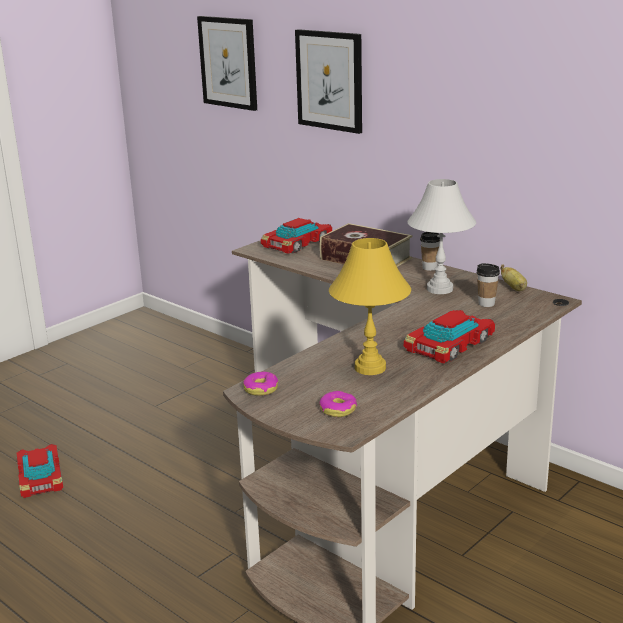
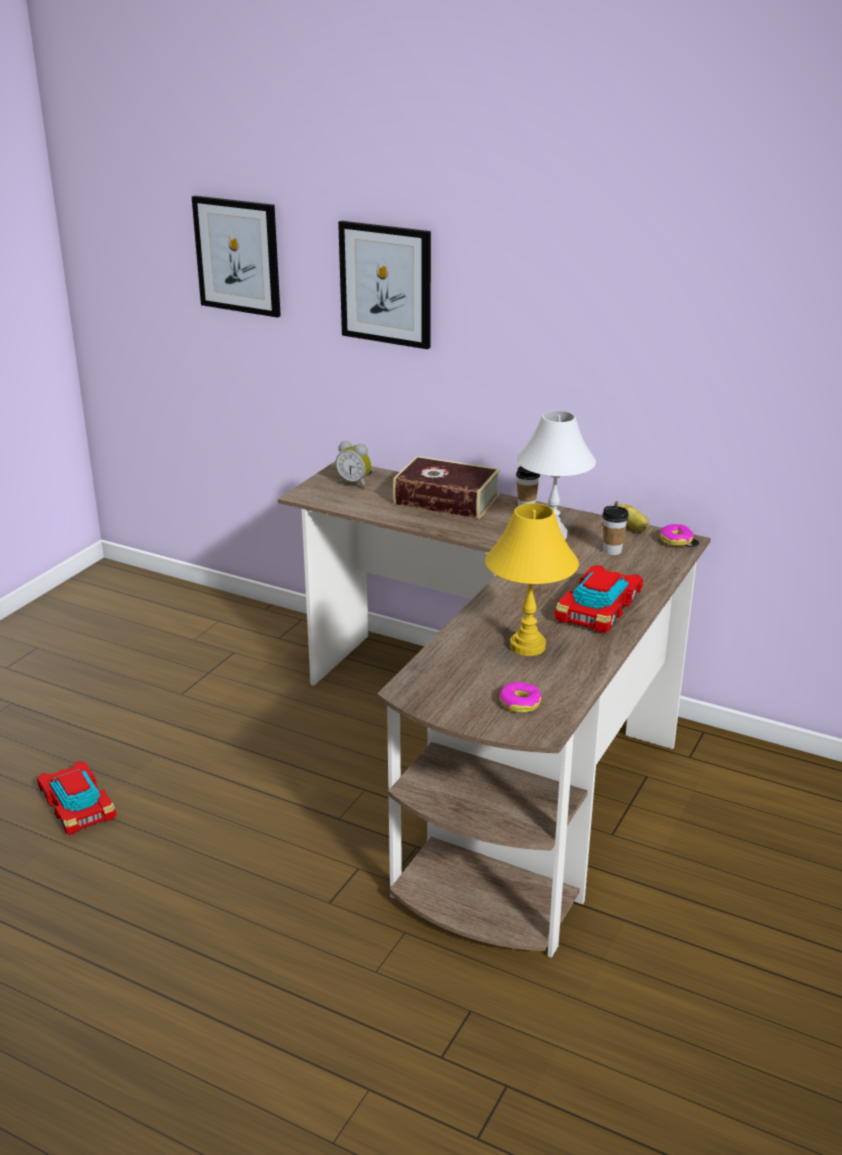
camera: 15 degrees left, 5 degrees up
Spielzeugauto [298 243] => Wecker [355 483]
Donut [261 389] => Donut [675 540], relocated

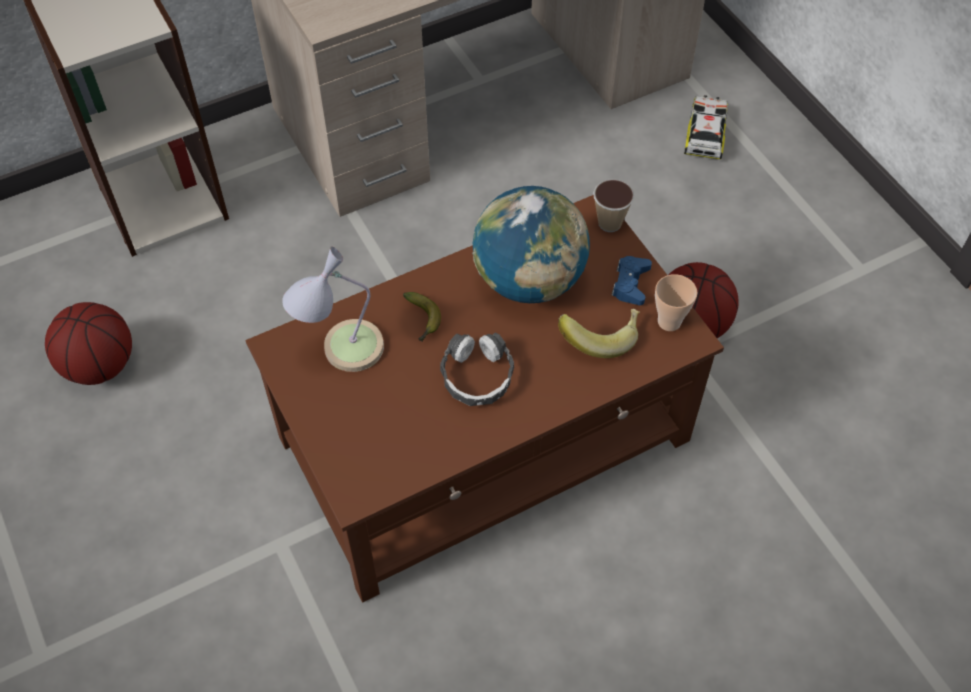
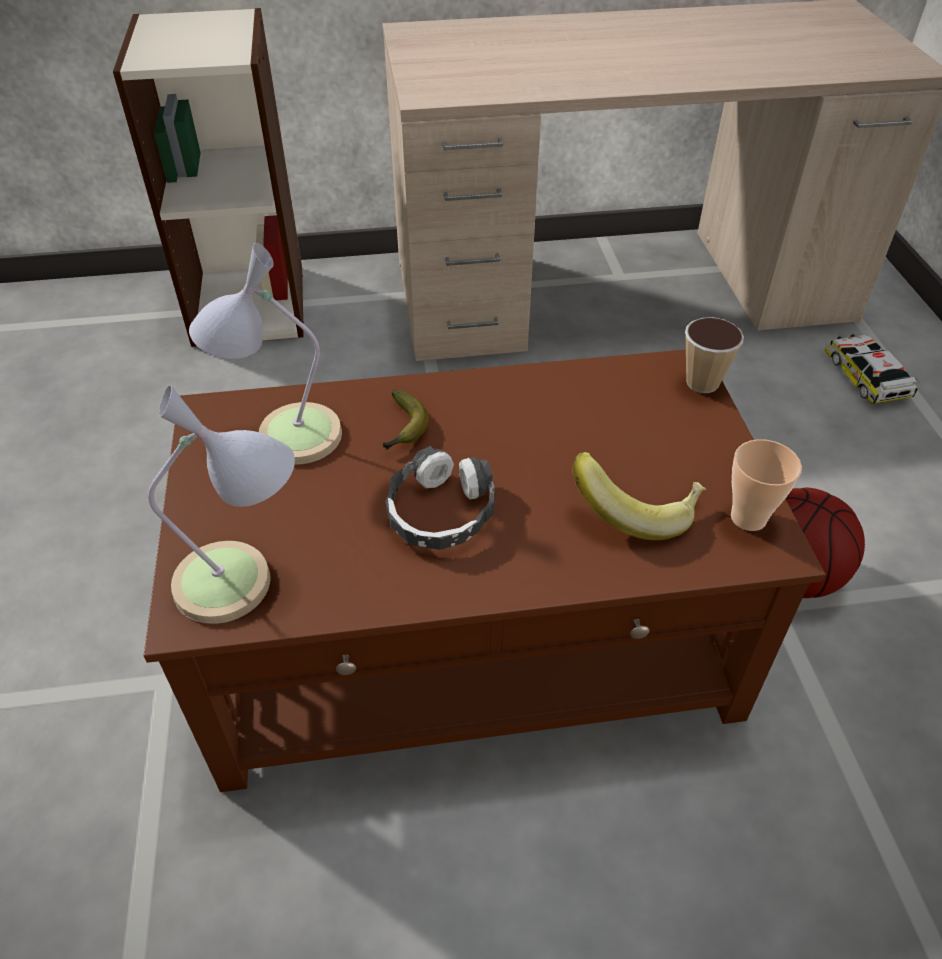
camera: 20 degrees right, 10 degrees down
nothing => Tischlampe [245 579]
Spielzeugauto [705 133] => Spielzeugauto [865 376], 45 degrees counterclockwise
Basketball [99 365] => nothing
Globus [529 280] => nothing
Gamepad (blau) [630 284] => nothing

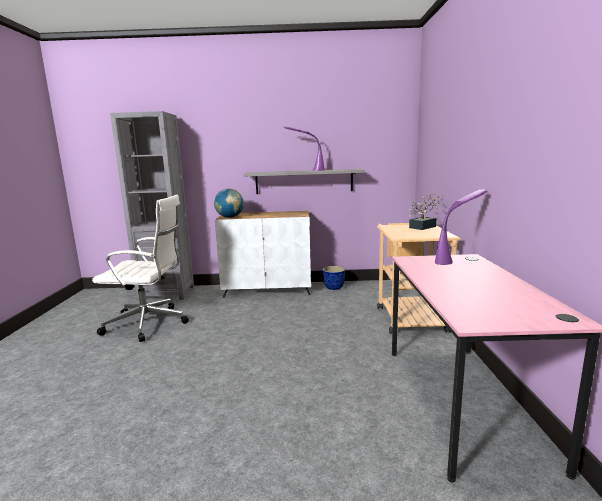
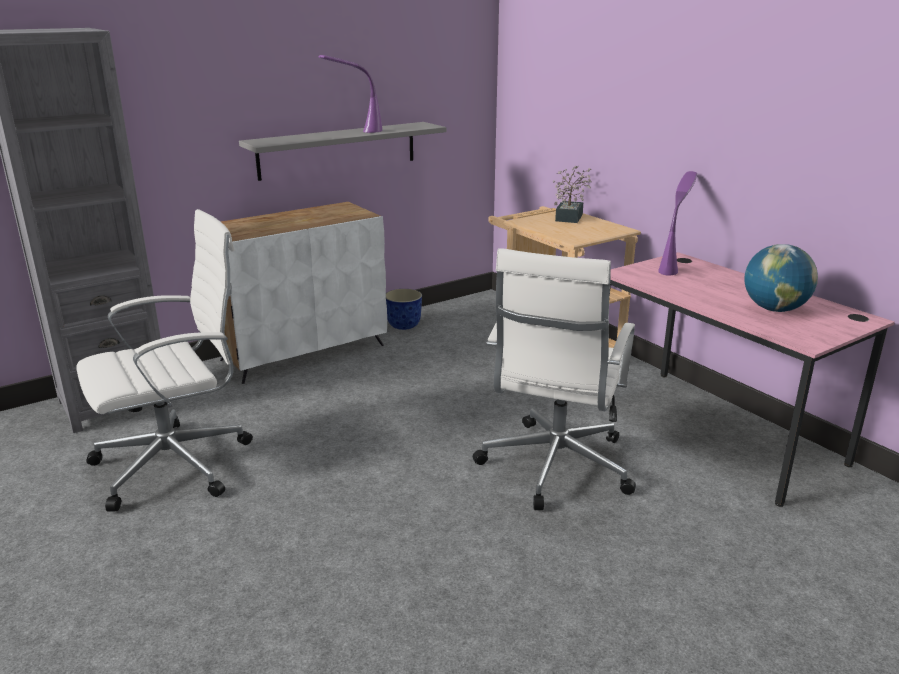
camera: 35 degrees left, 10 degrees up
nothing => Bürostuhl (weiß) [554 467]
Globus [230 217] => Globus [774 309], relocated

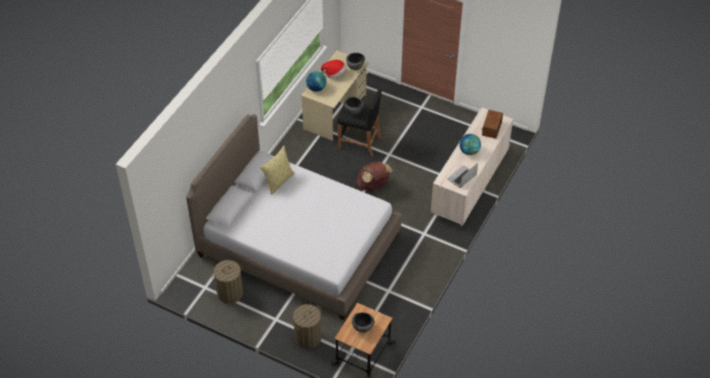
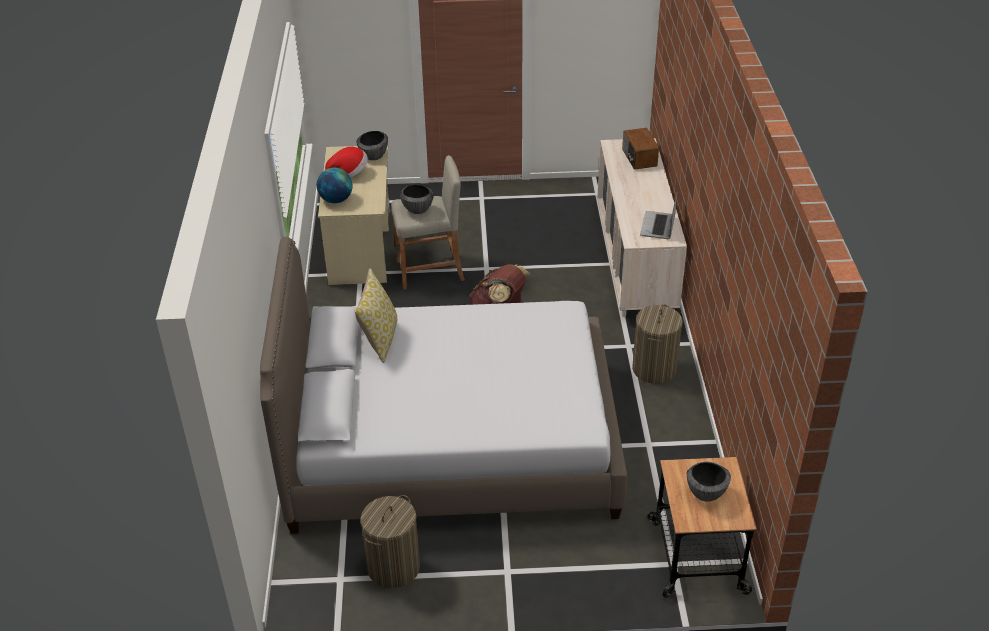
camera: 30 degrees left, 10 degrees down
Hocker (schwarz) [359 143] => Hocker (beige) [430 271]
Wäschekorb [308 337] => Wäschekorb [654 369], relocated
Globus [469 151] => nothing

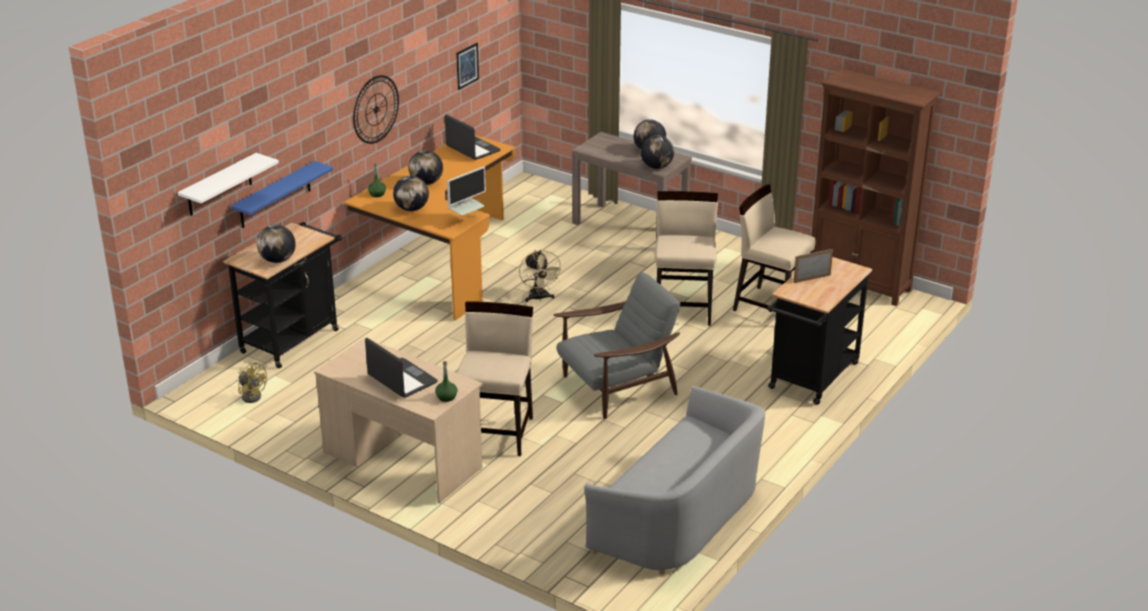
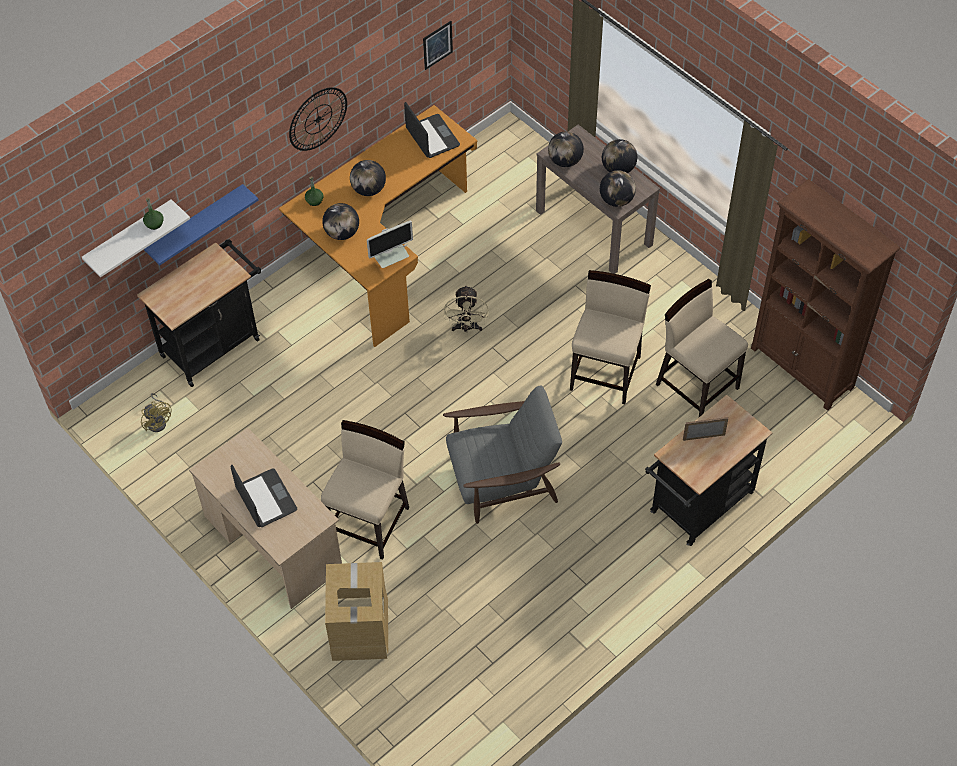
camera: 15 degrees right, 25 degrees up
Flasche (grün) [446 397] => Flasche (grün) [154 223], relocated
nothing => Karton [359 628]
Globus [277 260] => Globus [565 161], relocated
Sofa (grau) [680 516] => nothing

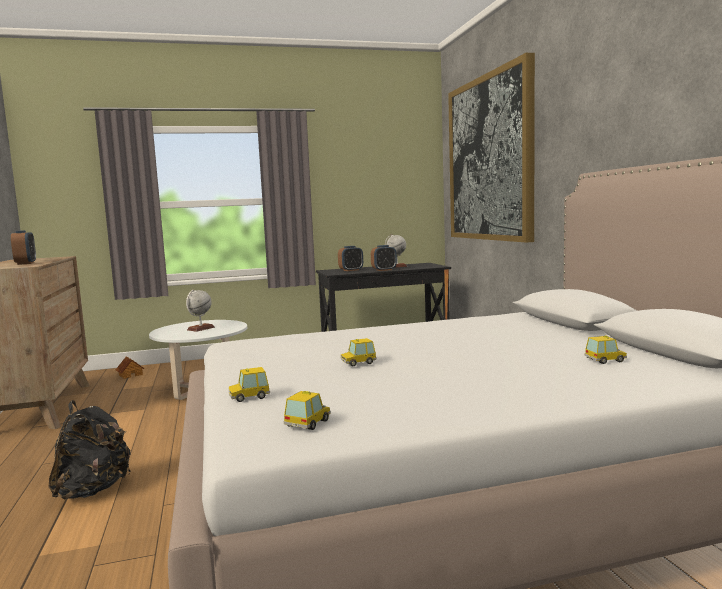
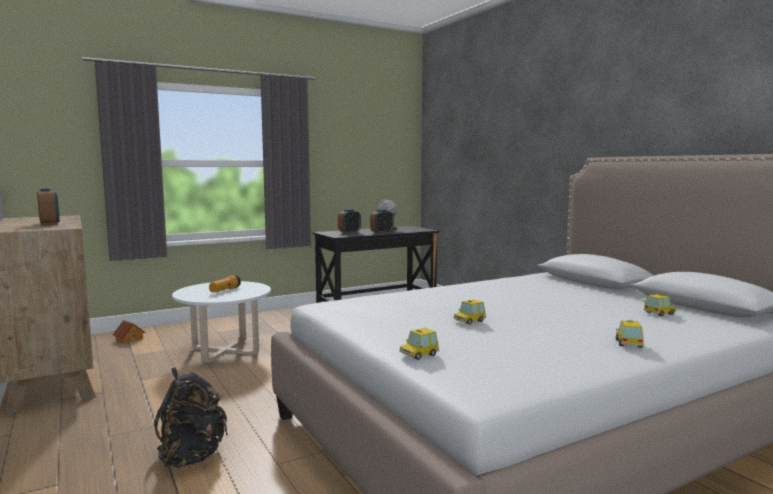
camera: 15 degrees left, 0 degrees up
Globus [201 328] => Taschenlampe [225 290]
Spielzeugauto [308 423] => Spielzeugauto [629 343], relocated
Bild [490 159] => nothing

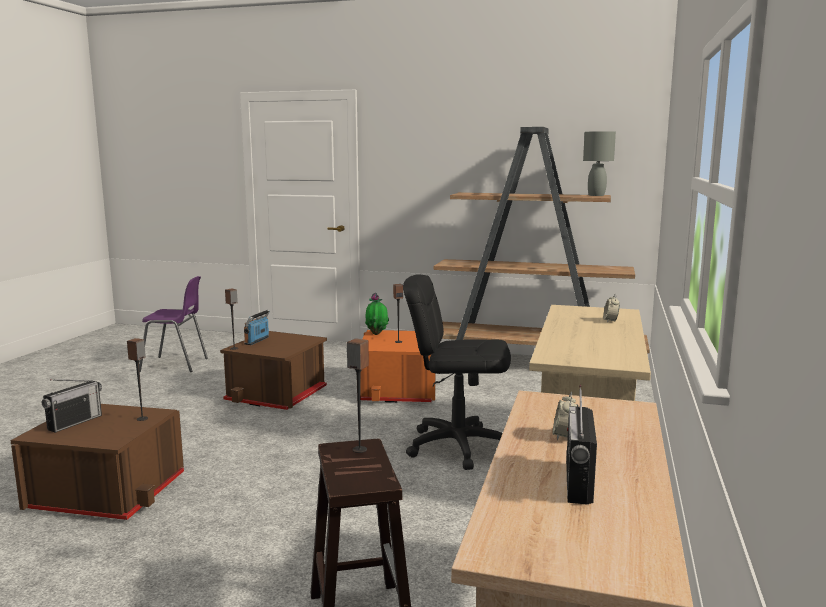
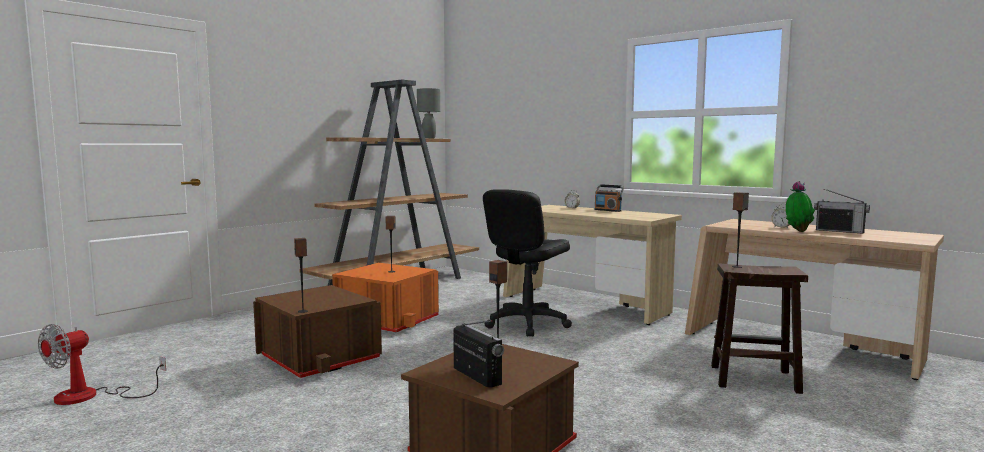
camera: 65 degrees left, 5 degrees down
Stuhl (lila) [176 365] => Ventilator [90 396]
Radio [257 341] => Radio [608 210], relocated
Topfpflanze [377 334] => Topfpflanze [797 231], relocated

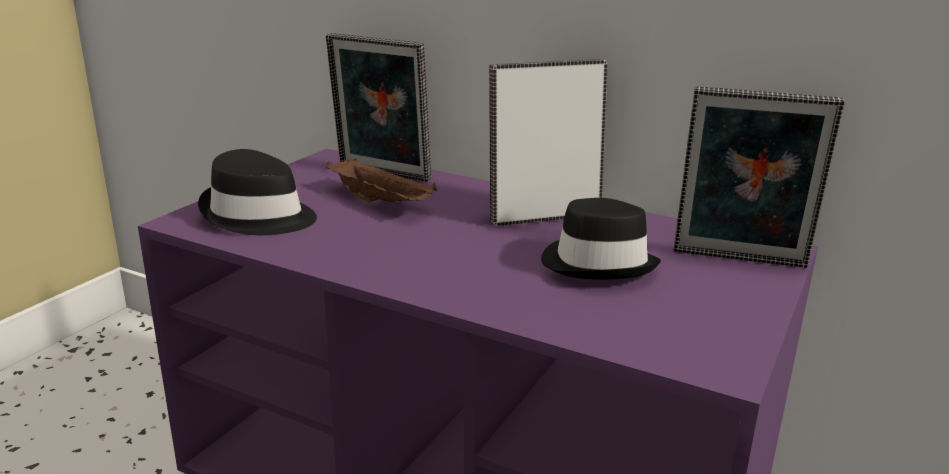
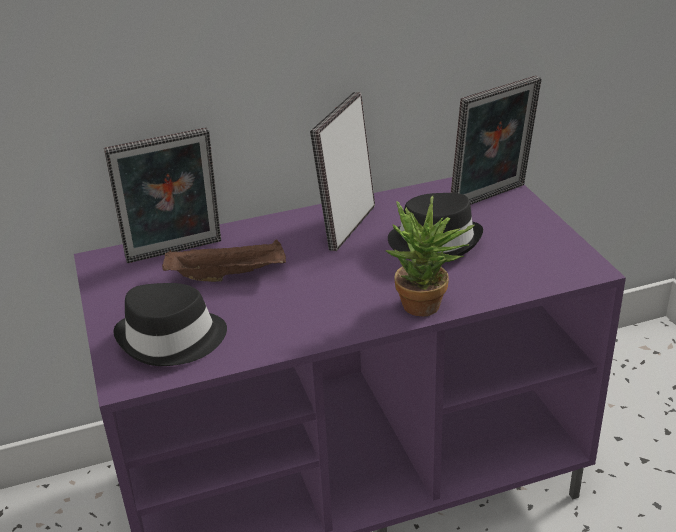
camera: 45 degrees left, 10 degrees up
nothing => Topfpflanze [427 309]

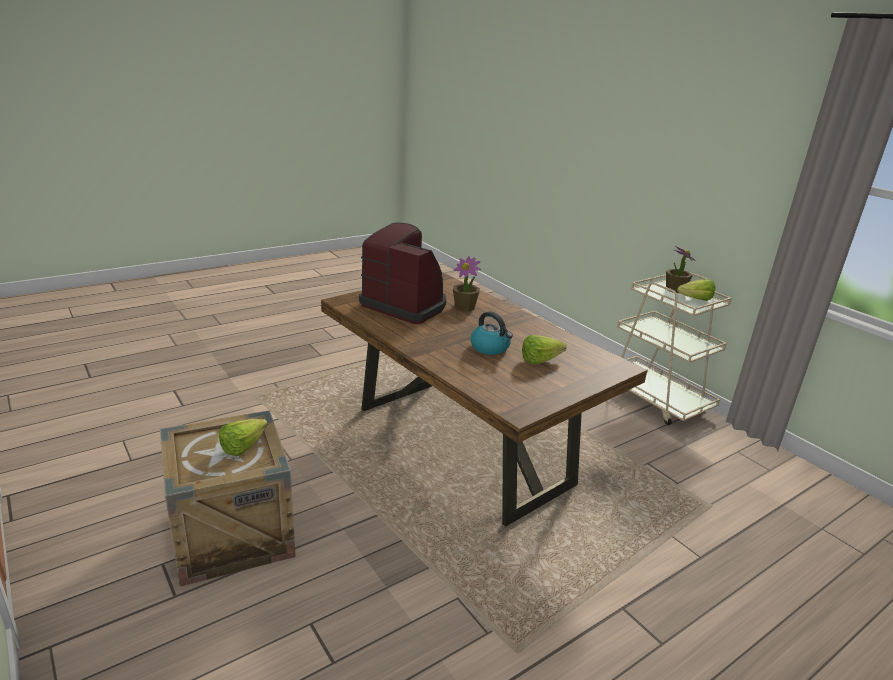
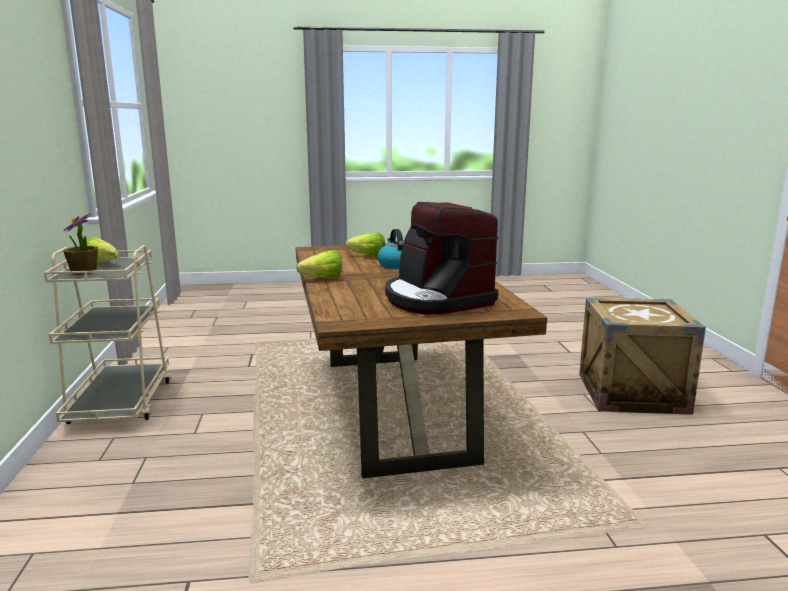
camera: 150 degrees left, 10 degrees down
Salatkopf [247 446] => Salatkopf [319 279], relocated
Topfpflanze [465 307] => nothing

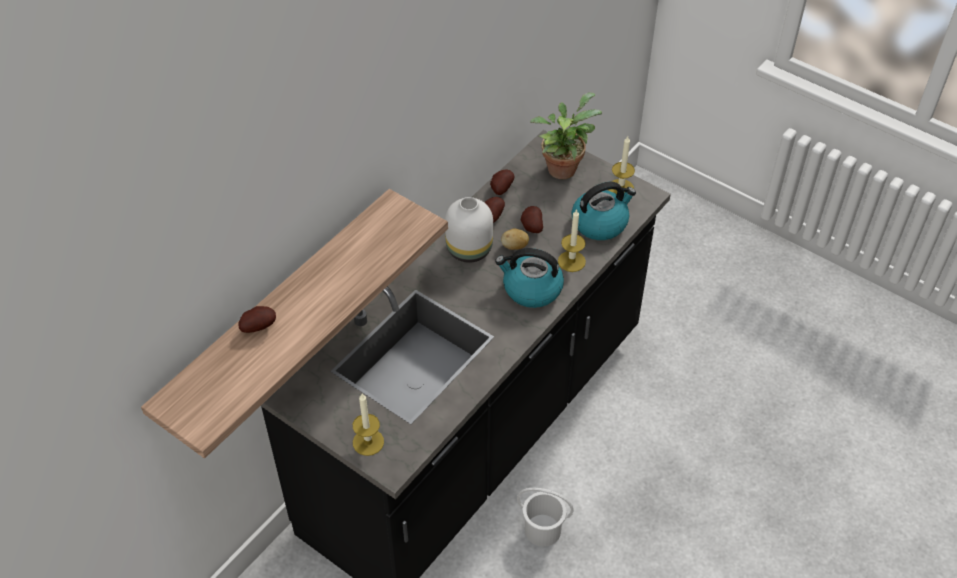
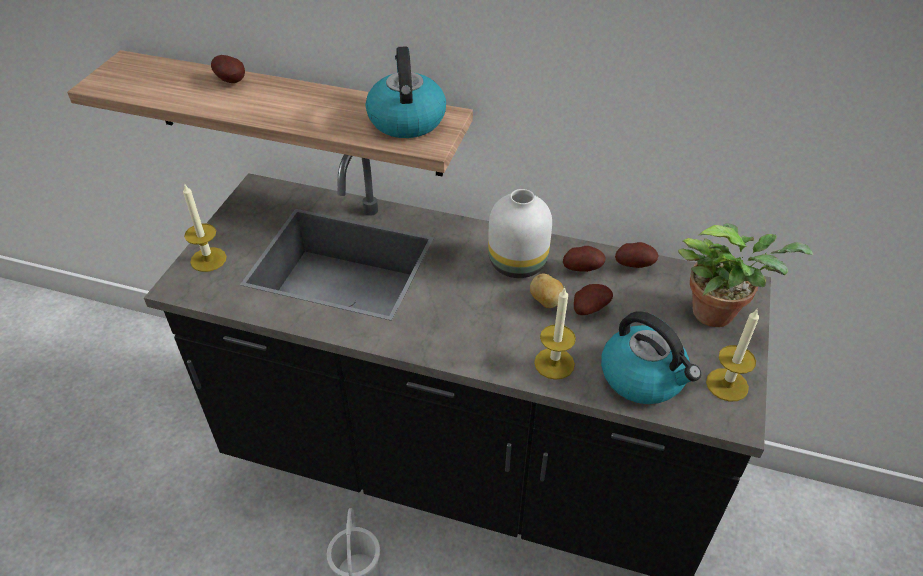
camera: 70 degrees right, 5 degrees down
Wasserkessel [531 289] => Wasserkessel [406 119], relocated

